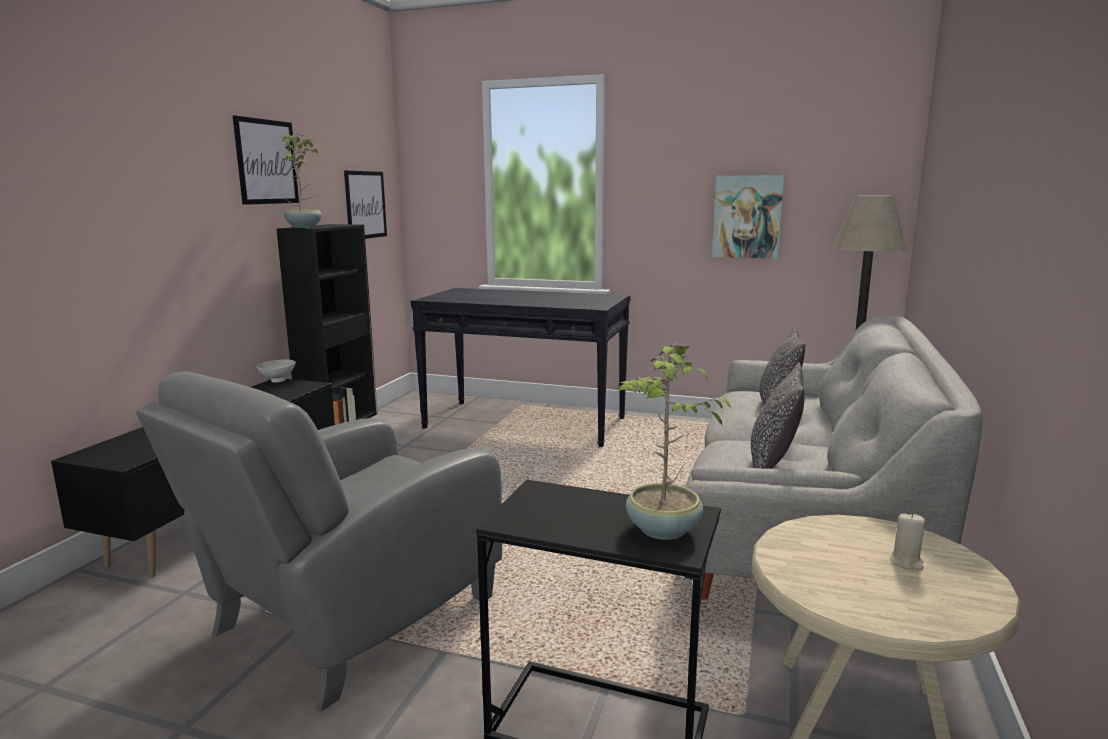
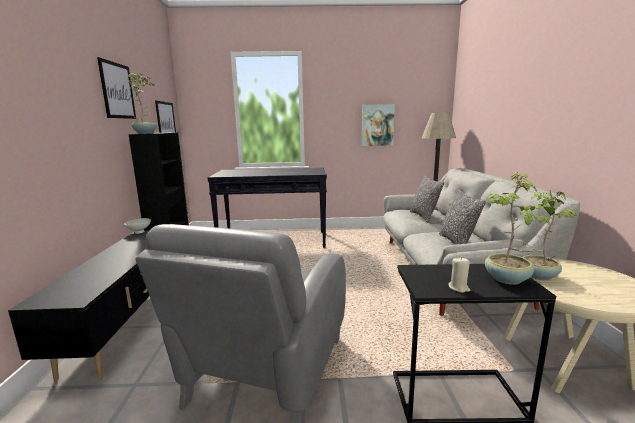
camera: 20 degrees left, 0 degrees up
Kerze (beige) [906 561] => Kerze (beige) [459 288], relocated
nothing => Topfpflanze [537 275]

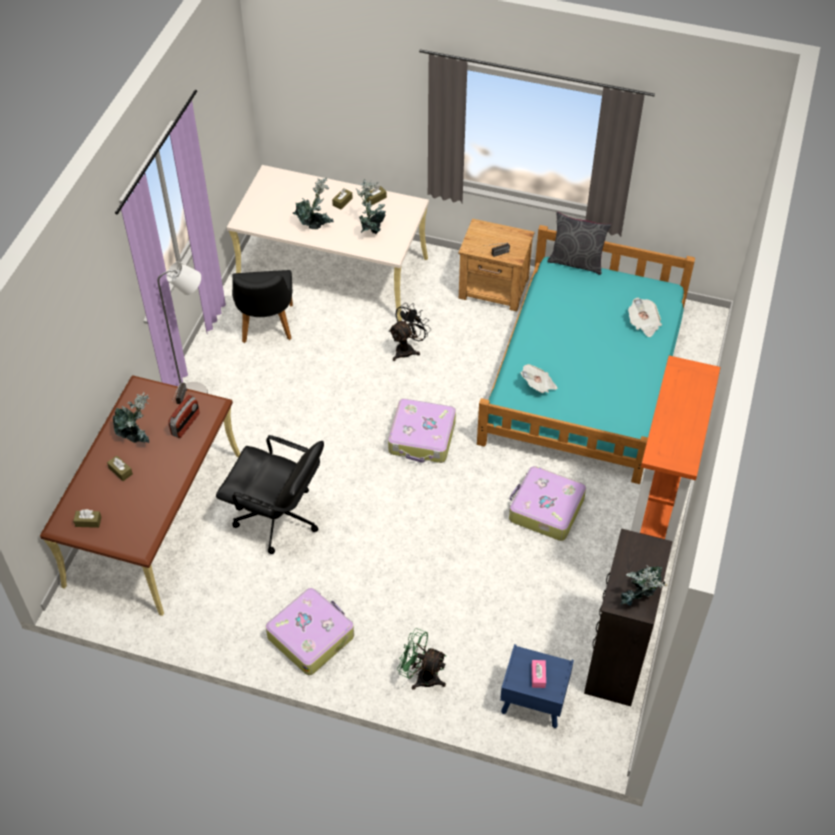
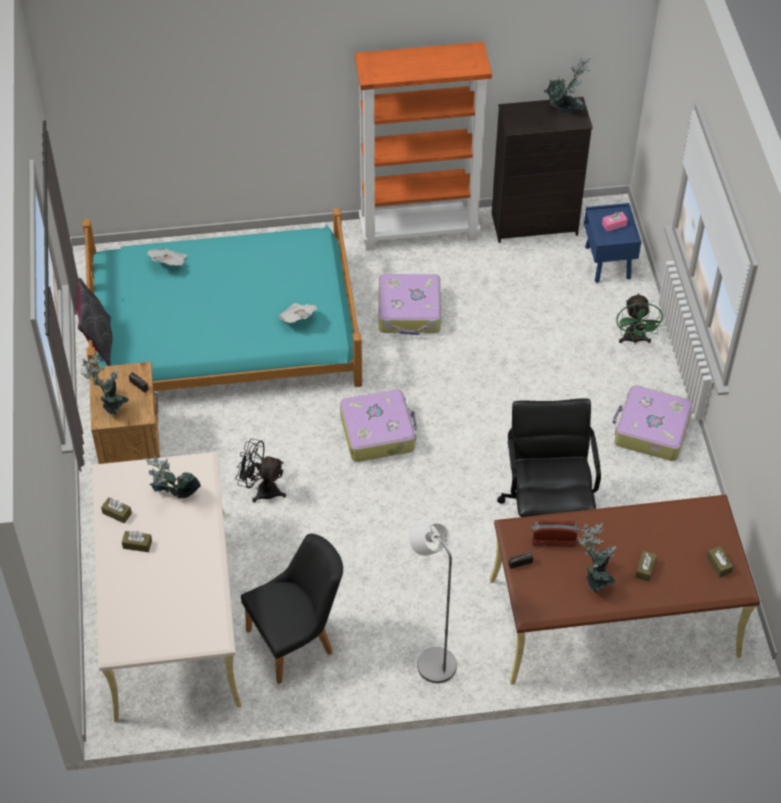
camera: 115 degrees left, 0 degrees up
Topfpflanze [315 224] => Topfpflanze [111 405], relocated

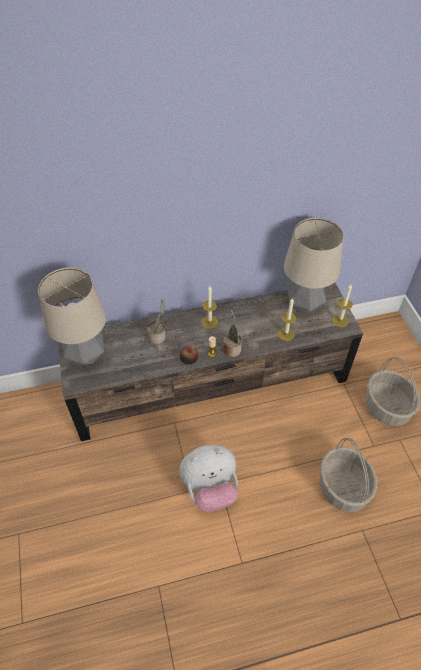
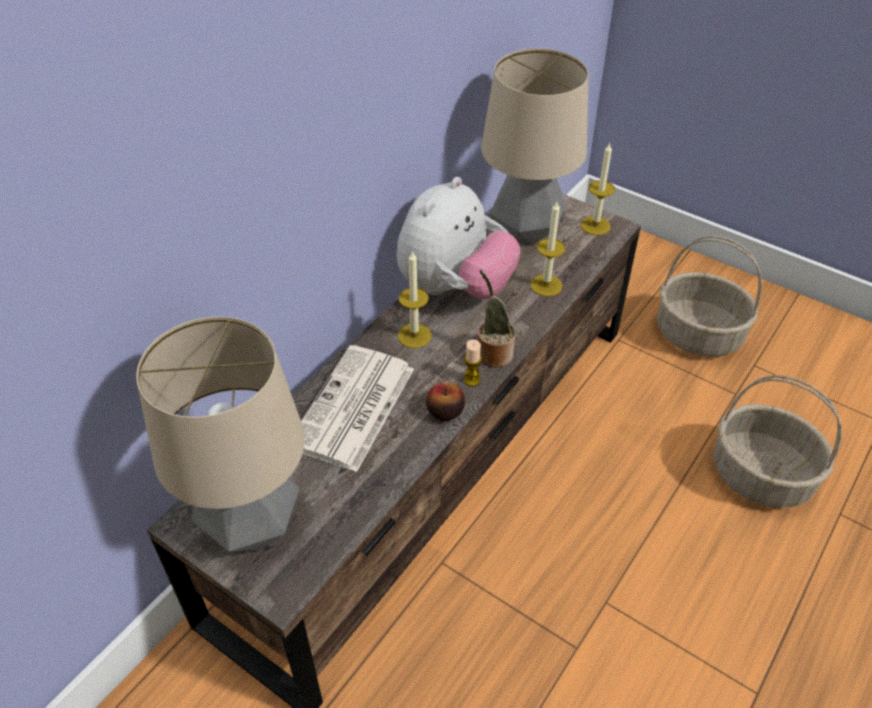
camera: 40 degrees left, 5 degrees down
Topfpflanze [158 336] => Zeitung [353 409]
Plüschtier [210 488] => Plüschtier [455 288], relocated

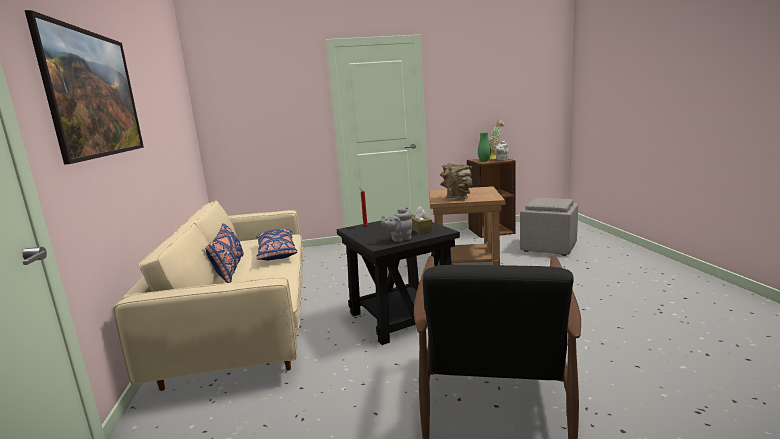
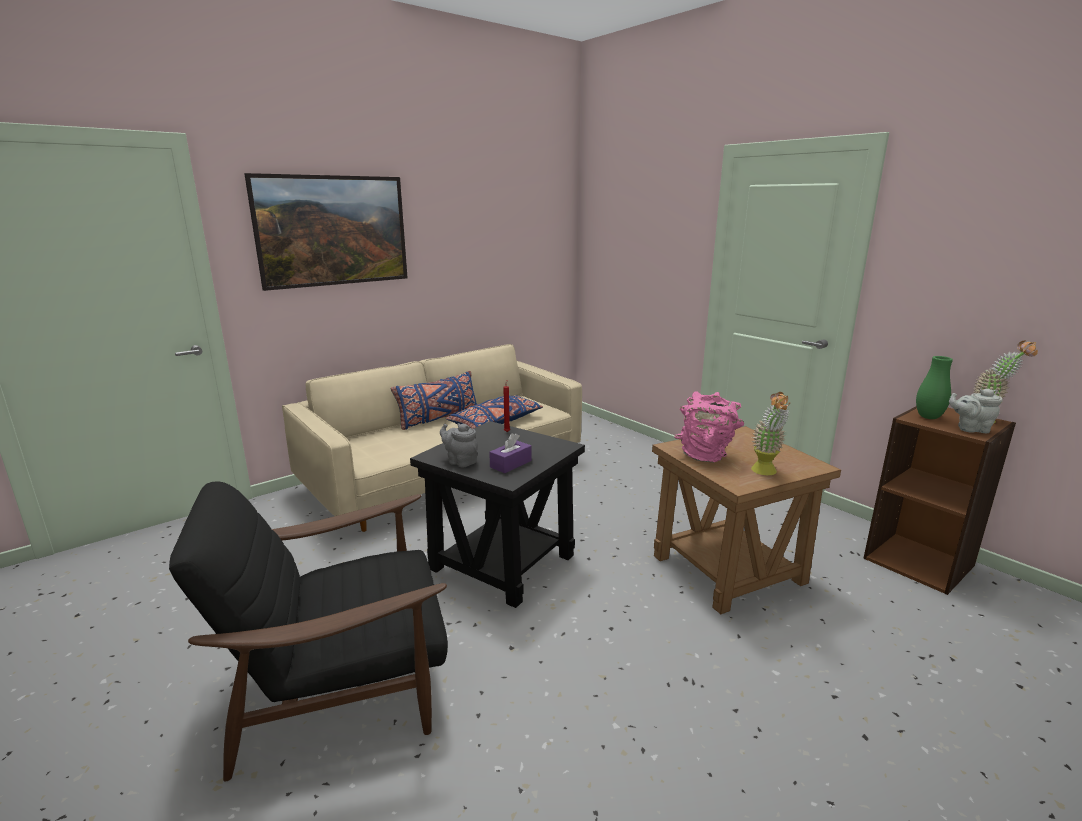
camera: 60 degrees right, 5 degrees up
Taschentuchbox (braun) [420 229] => Taschentuchbox (lila) [510 464]
Vase (braun) [457 198] => Vase (rosa) [706 456]
nothing => Topfpflanze [765 473]
Polsterhocker (grau) [549 247] => nothing

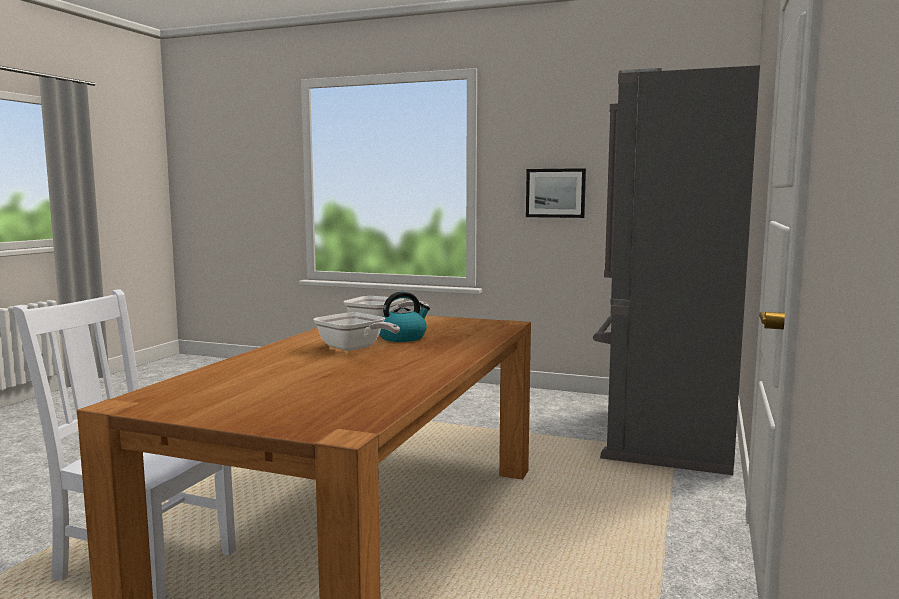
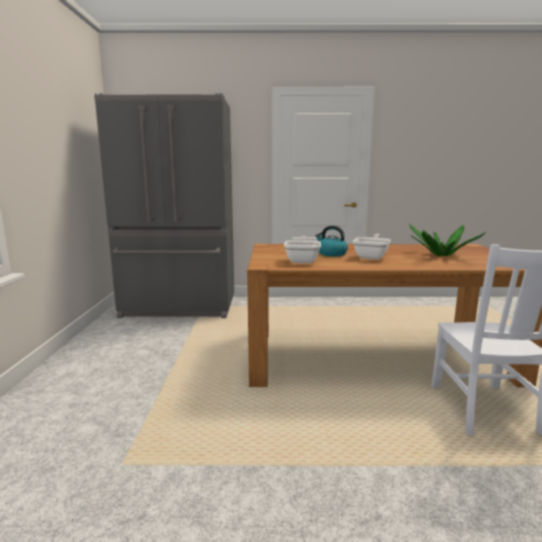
camera: 110 degrees left, 5 degrees up
nothing => Topfpflanze [441 255]
Bild [555 193] => nothing

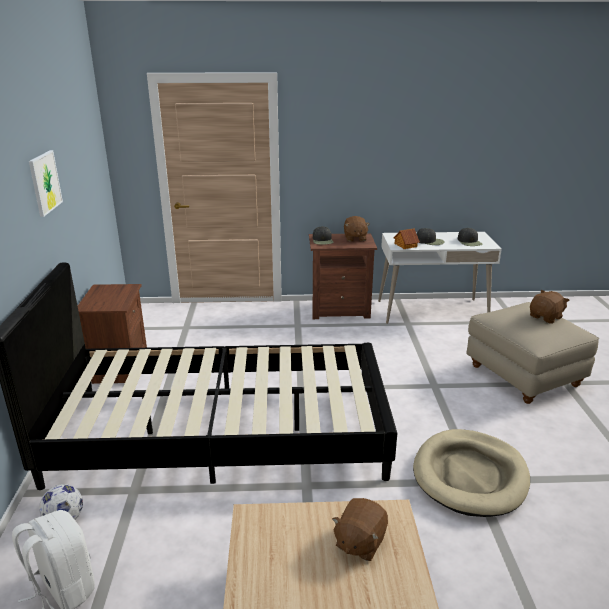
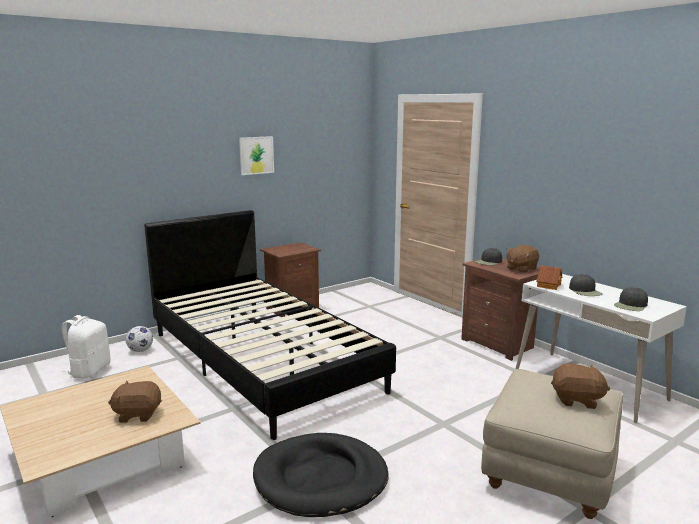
camera: 55 degrees right, 10 degrees down
Hundebett (beige) [470 475] => Hundebett (schwarz) [320 479]

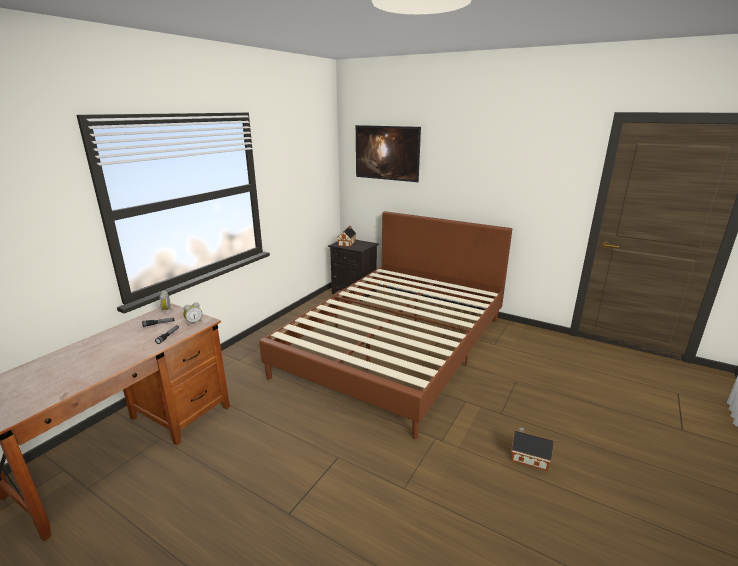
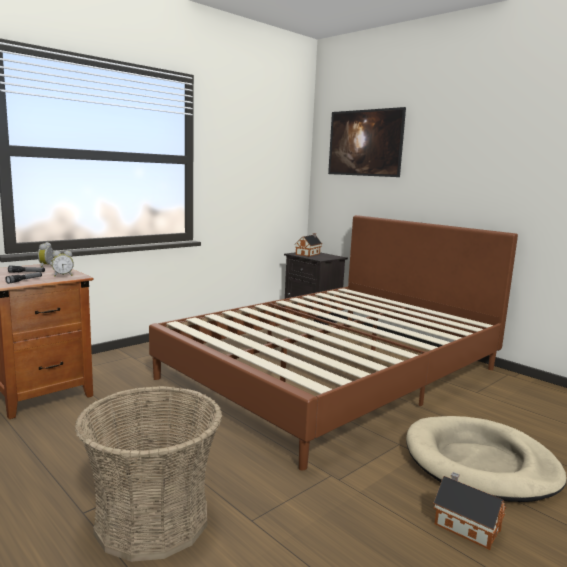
camera: 15 degrees right, 10 degrees down
nothing => Korb [152 520]
nothing => Hundebett (beige) [480 463]

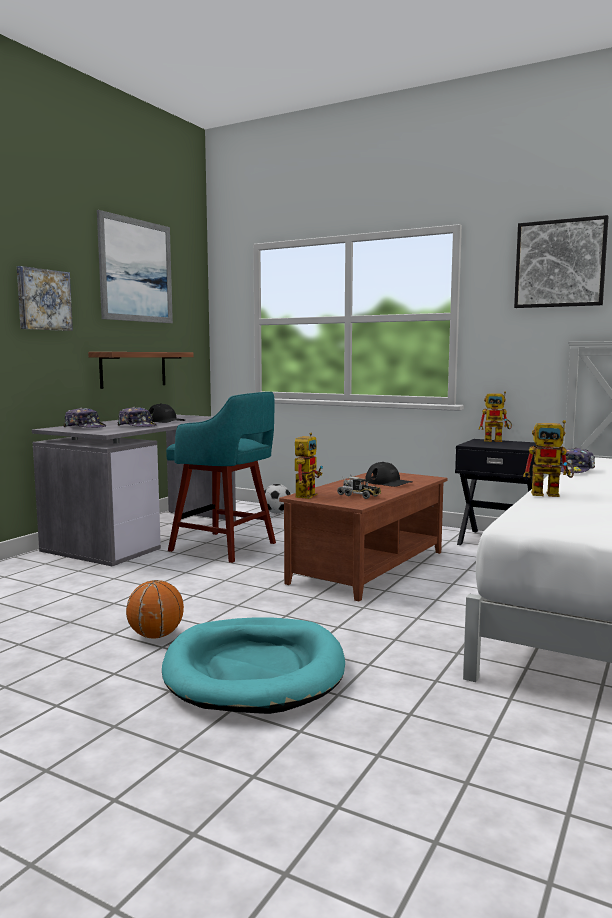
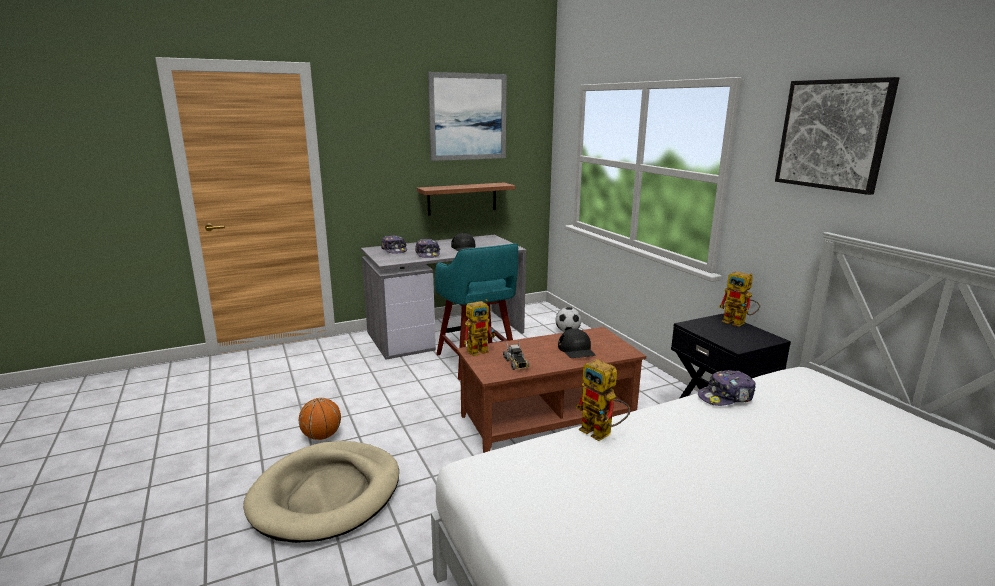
camera: 35 degrees right, 10 degrees up
Hundebett (türkis) [254 670] => Hundebett (beige) [327 494]
Bild [43 300] => nothing

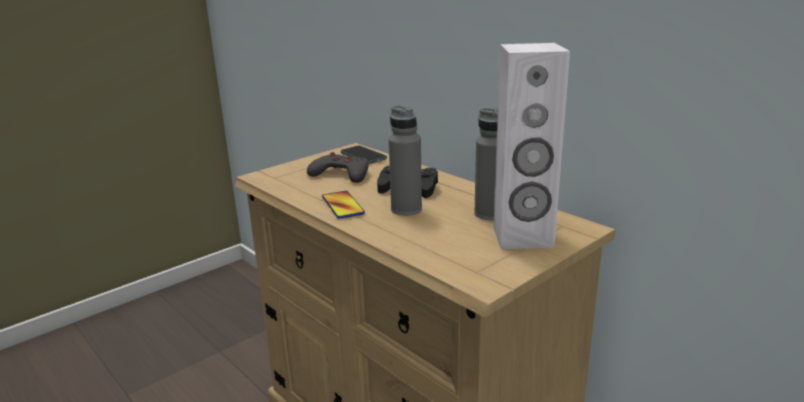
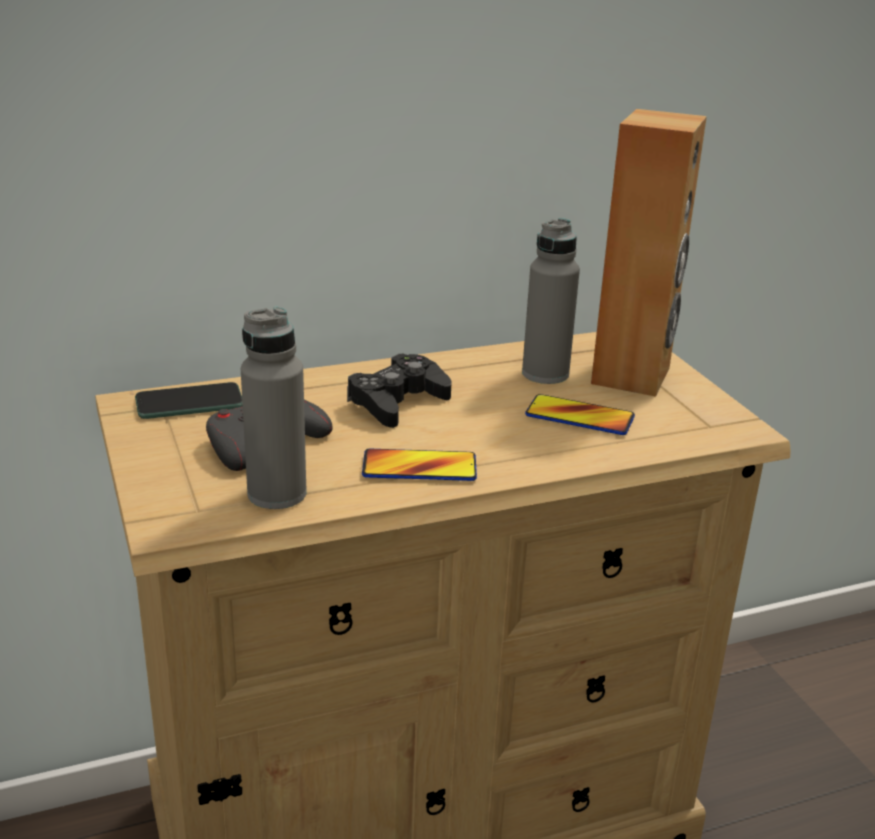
camera: 70 degrees left, 5 degrees up
Flasche (grau) [406 209] => Flasche (grau) [277 494], relocated
nothing => Handy [579 417]
Lautsprecher (weiß) [523 237] => Lautsprecher (braun) [632 376]

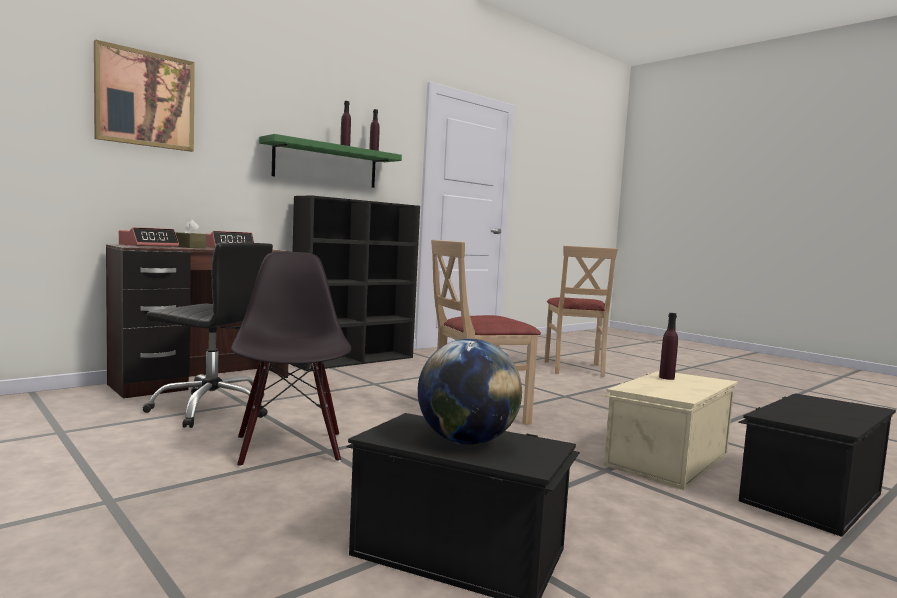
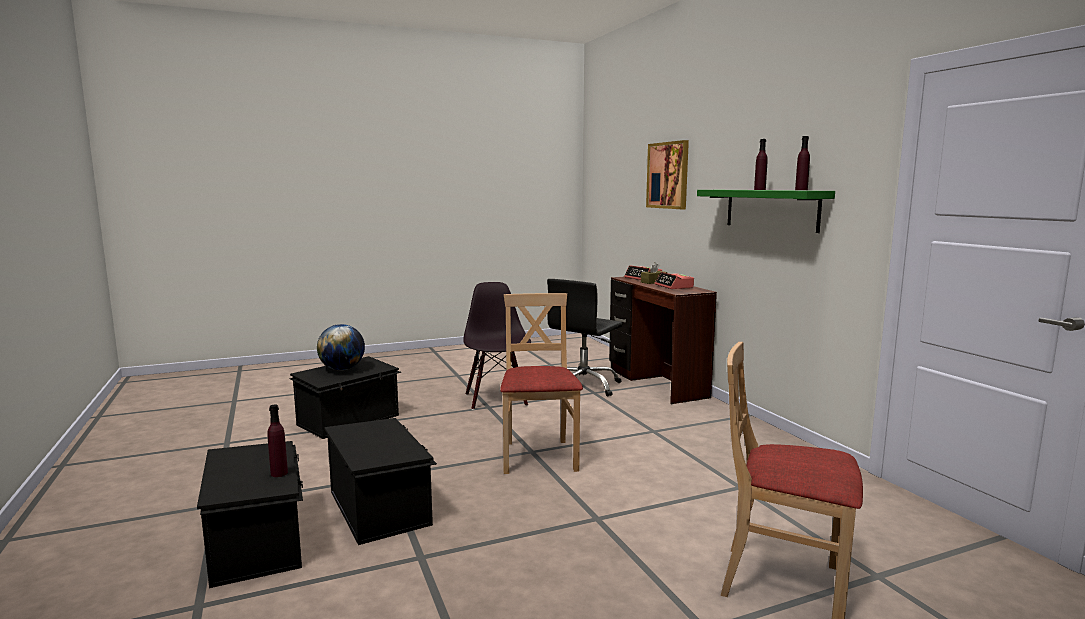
camera: 110 degrees right, 5 degrees up
Flasche (lila) [666 377] => Flasche (lila) [279 473], relocated
Aufbewahrungsbox (beige) [665 460] => Aufbewahrungsbox (schwarz) [381 507]
Stuhl (schwarz) [289 449] => Stuhl (schwarz) [497 400], 105 degrees counterclockwise
Bücherregal (schwarz) [355 360] => nothing

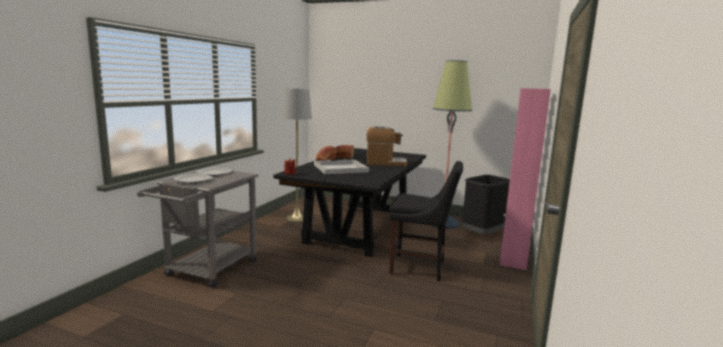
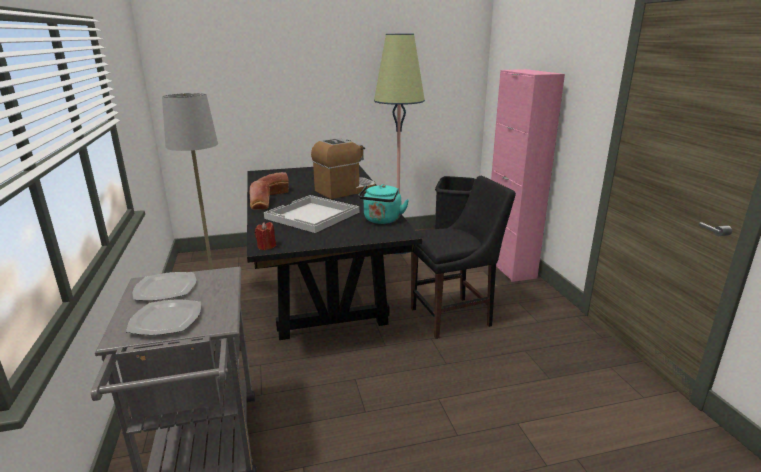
camera: 35 degrees left, 10 degrees up
nothing => Wasserkessel (türkis) [382 220]

